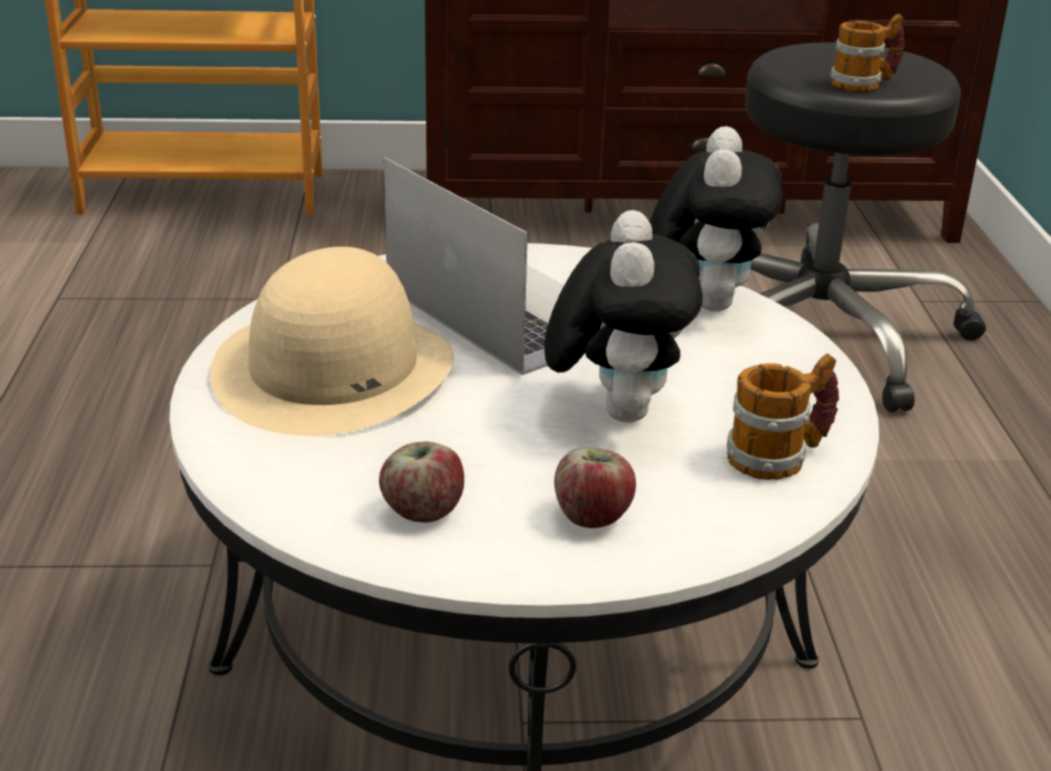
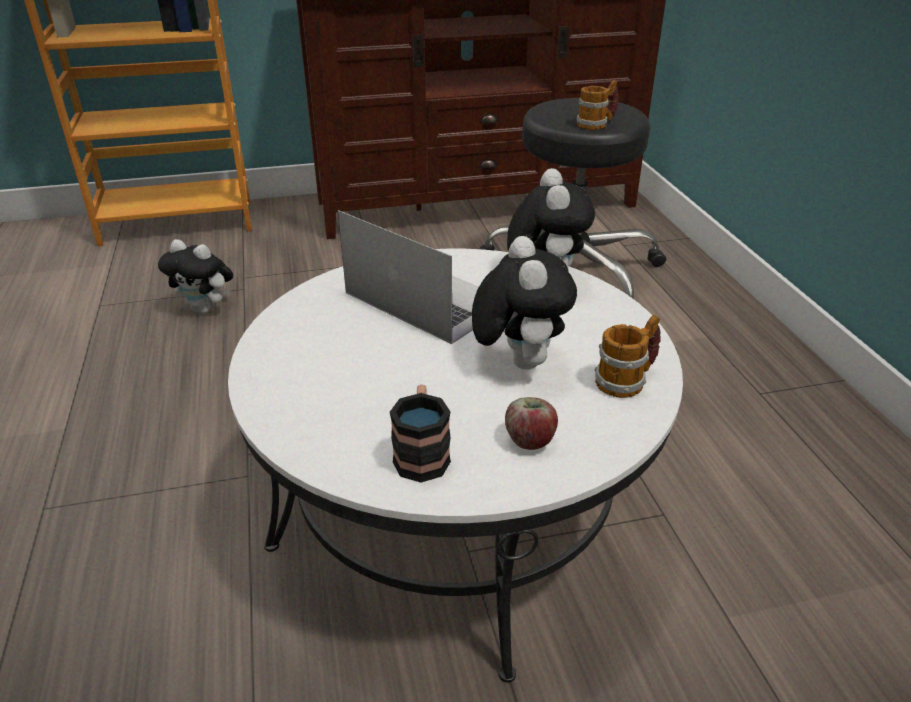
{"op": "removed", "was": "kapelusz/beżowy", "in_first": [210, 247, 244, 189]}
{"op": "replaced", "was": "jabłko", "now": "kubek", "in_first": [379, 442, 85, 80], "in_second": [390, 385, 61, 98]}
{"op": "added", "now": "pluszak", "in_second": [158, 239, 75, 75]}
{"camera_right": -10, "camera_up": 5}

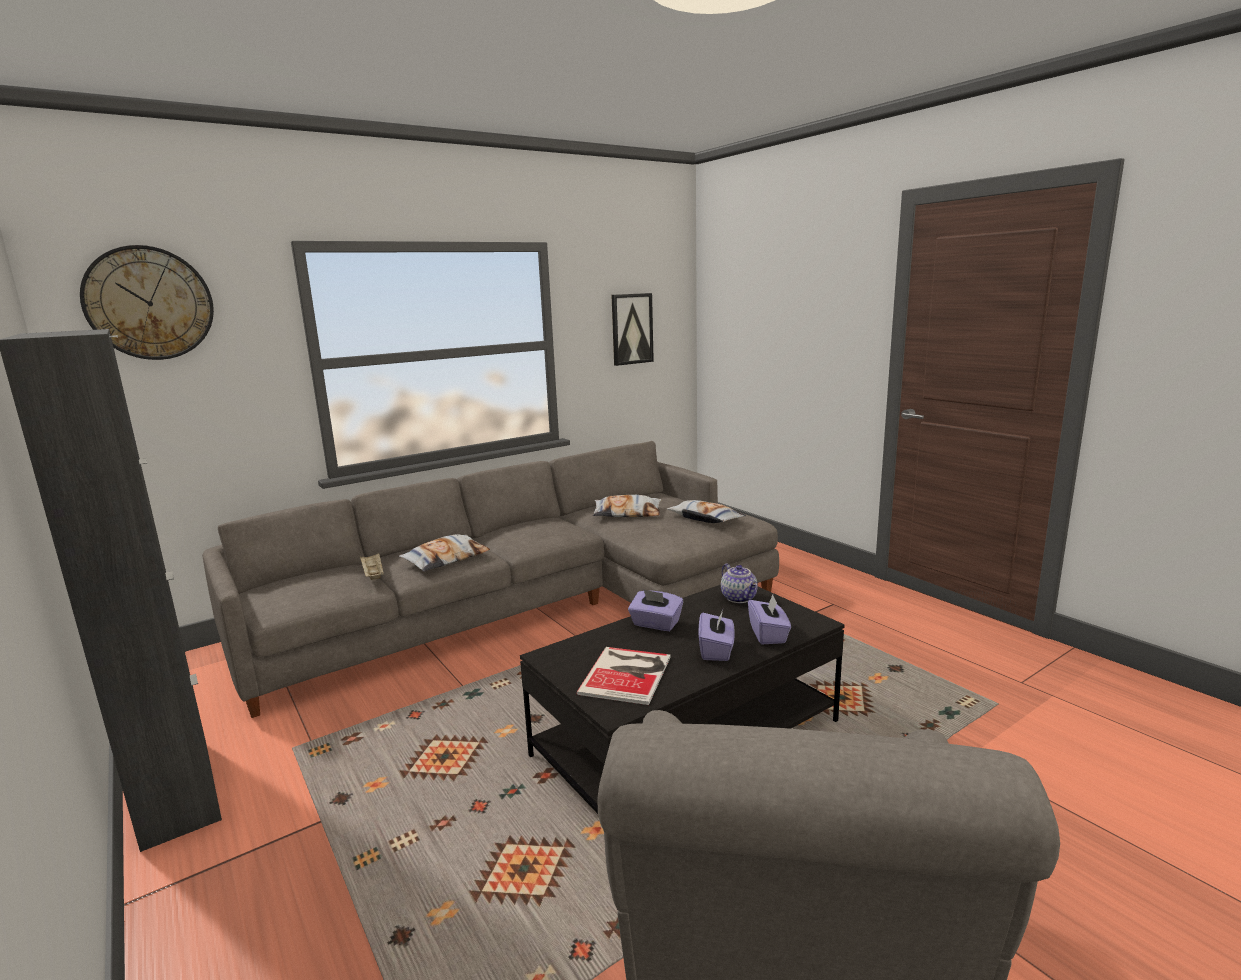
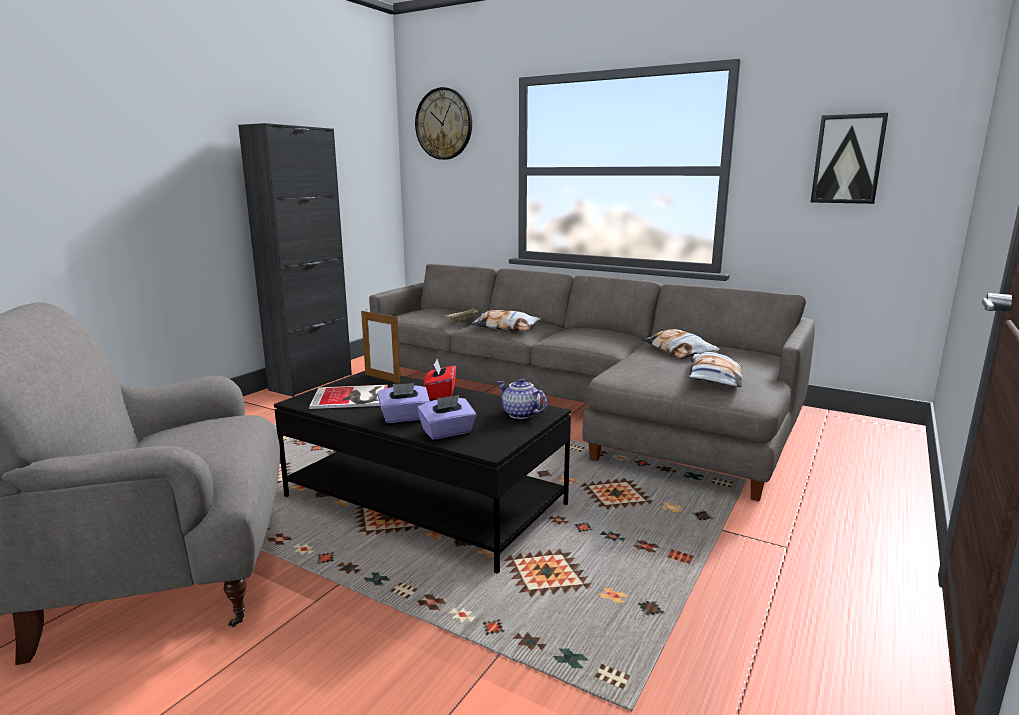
{"op": "turned", "was": "imbryk", "in_first": [721, 564, 37, 39], "in_second": [498, 378, 49, 41], "clockwise": 90}
{"op": "recoloured", "was": "pudełko chusteczek/fioletowy", "now": "pudełko chusteczek/czerwony", "in_first": [628, 589, 56, 42], "in_second": [424, 359, 32, 41]}
{"op": "added", "now": "ramka na zdjęcie", "in_second": [361, 309, 40, 74]}
{"camera_right": 65, "camera_up": 0}

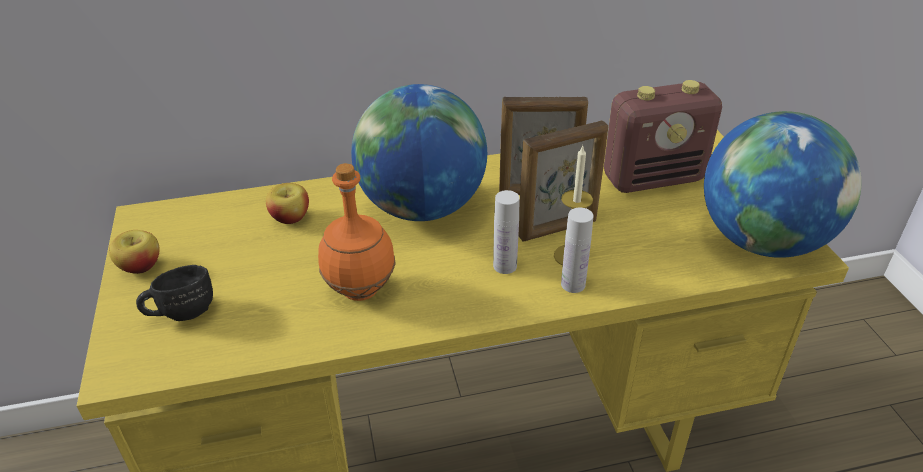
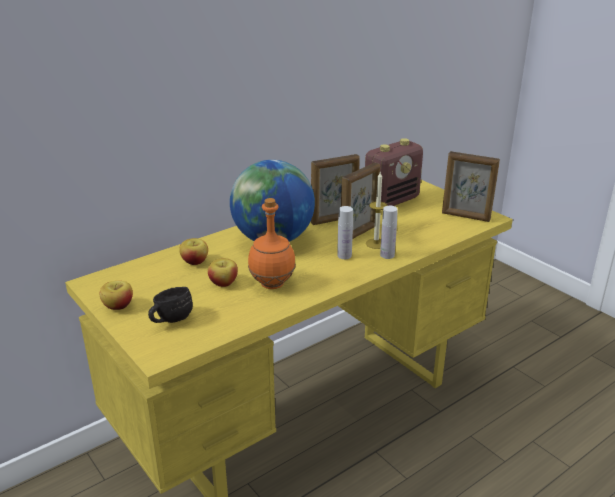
{"op": "replaced", "was": "globus", "now": "ramka na zdjęcie", "in_first": [704, 111, 158, 147], "in_second": [442, 151, 58, 71]}
{"op": "added", "now": "jabłko", "in_second": [208, 258, 30, 29]}
{"camera_right": -25, "camera_up": -10}

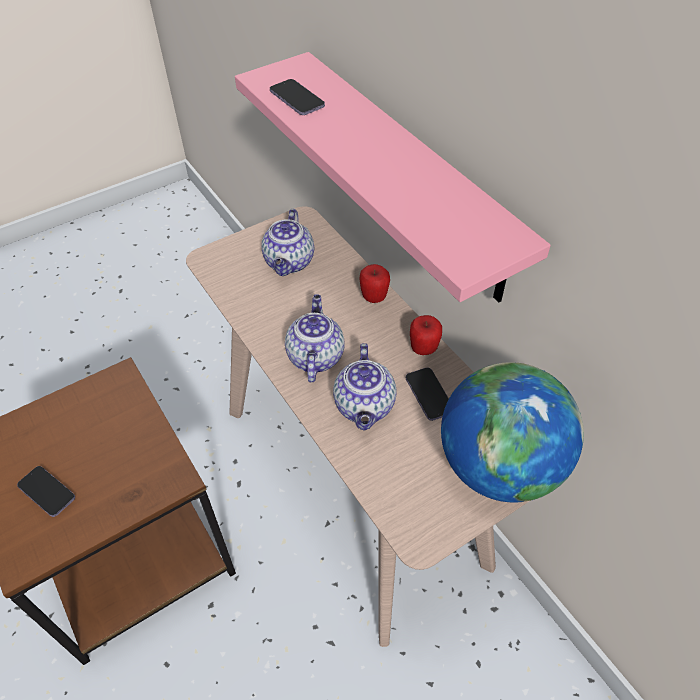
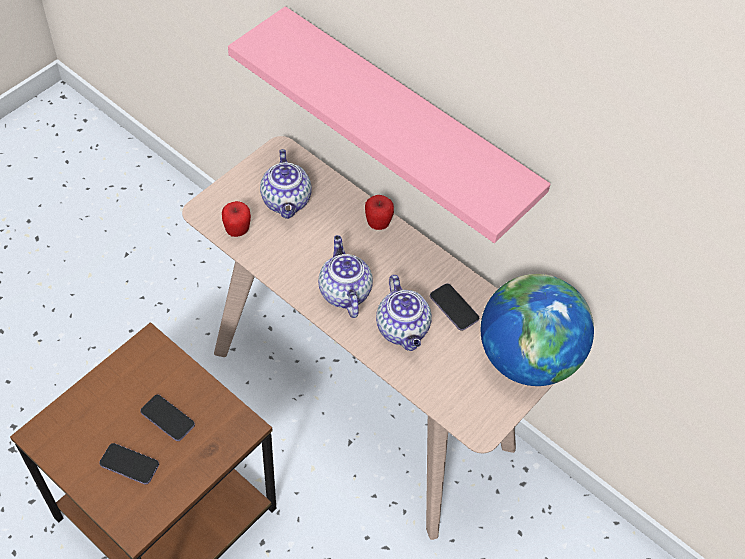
{"op": "moved", "was": "telefon", "in_first": [270, 79, 55, 36], "in_second": [140, 395, 55, 46]}
{"op": "moved", "was": "jabłko", "in_first": [410, 315, 32, 40], "in_second": [222, 201, 29, 36]}
{"camera_right": -20, "camera_up": 5}

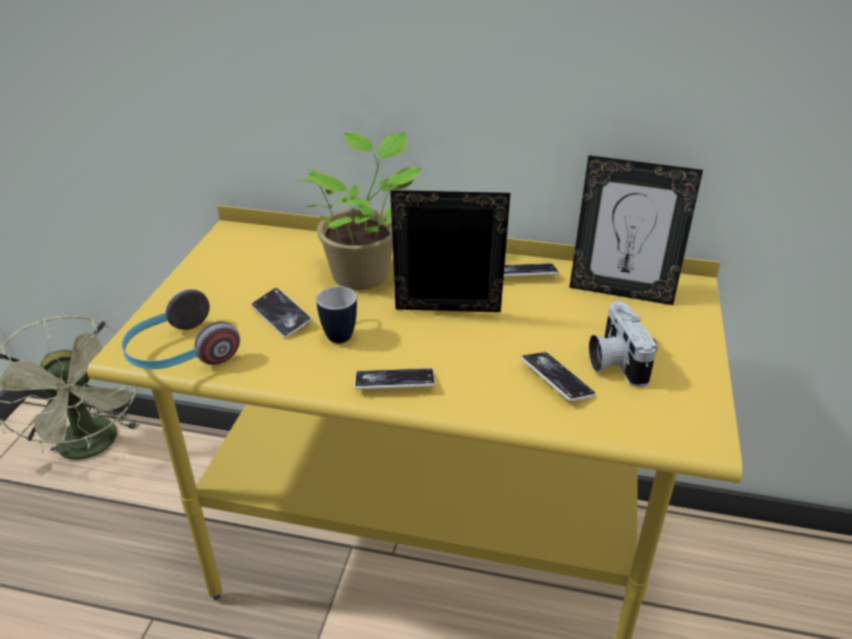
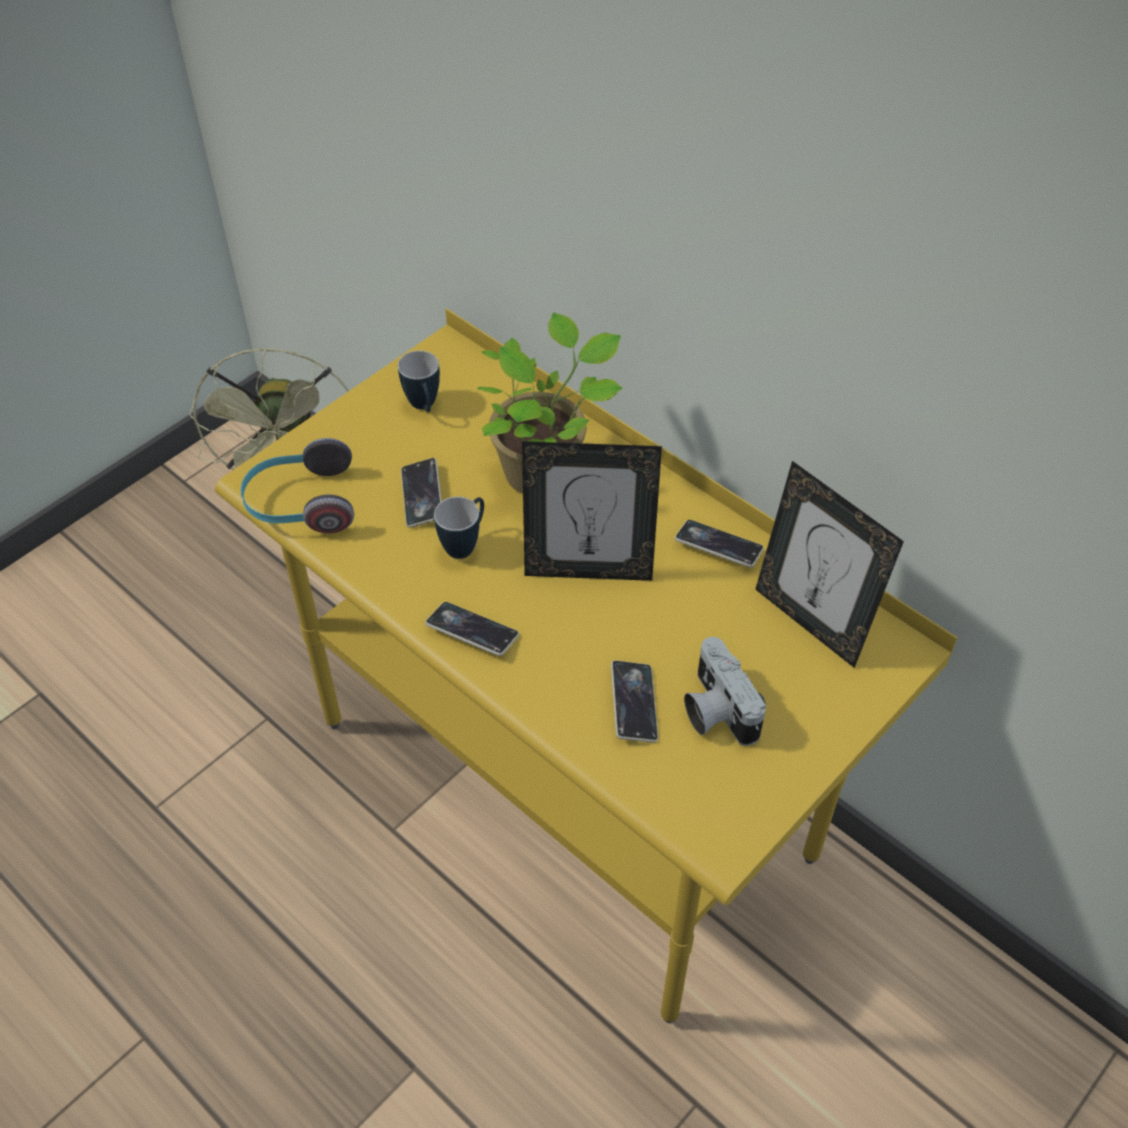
{"op": "turned", "was": "ramka na zdjęcie", "in_first": [390, 190, 120, 122], "in_second": [522, 441, 140, 140], "clockwise": 150}
{"op": "turned", "was": "aparat fotograficzny", "in_first": [589, 301, 68, 86], "in_second": [684, 637, 82, 109], "clockwise": -45}
{"op": "added", "now": "kubek", "in_second": [398, 351, 42, 61]}
{"camera_right": 30, "camera_up": 15}

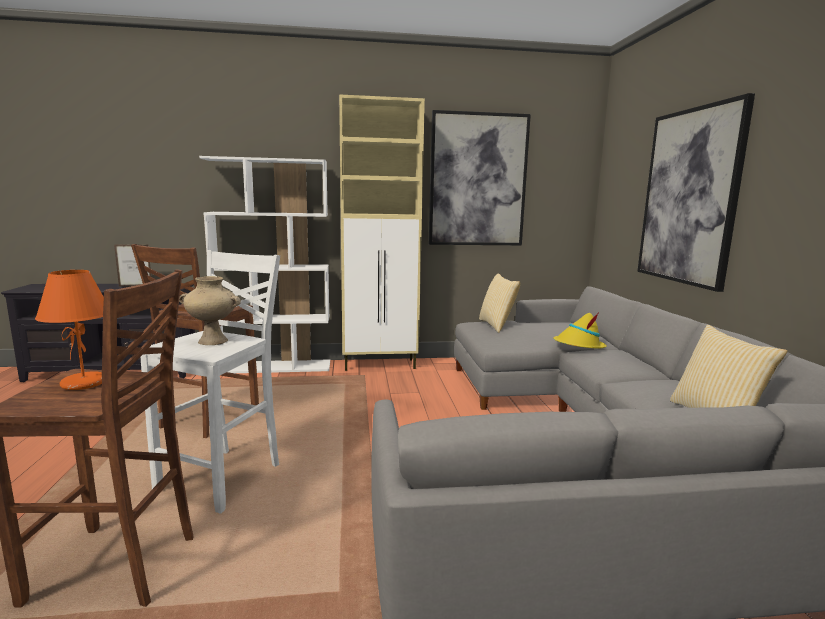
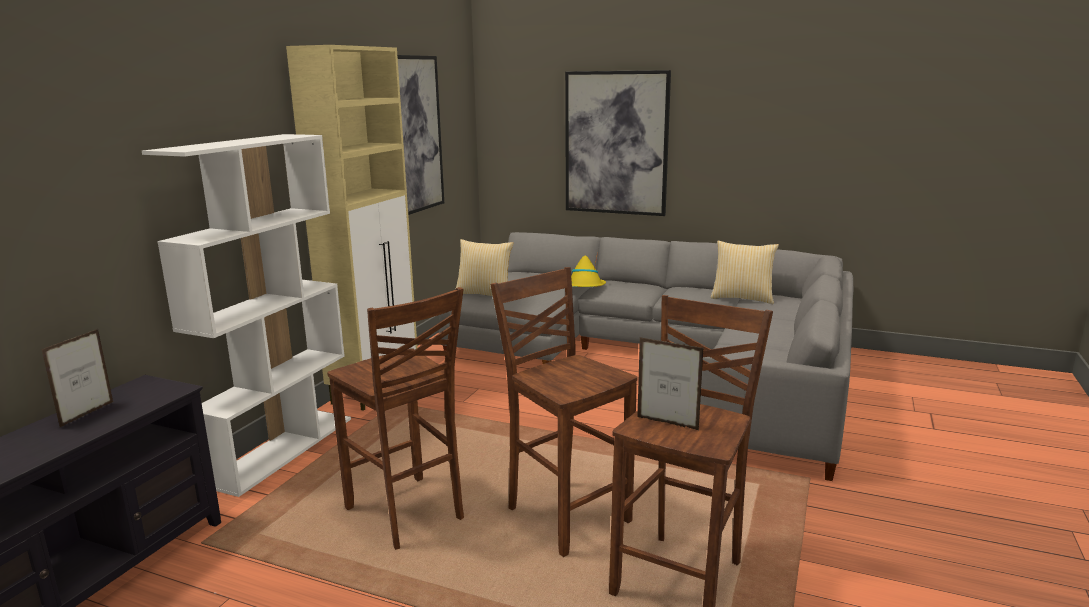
{"op": "recoloured", "was": "stołek/biały", "now": "stołek/brązowy", "in_first": [141, 250, 139, 264], "in_second": [491, 267, 146, 290]}
{"op": "replaced", "was": "lampa stołowa/pomarańczowy", "now": "ramka na zdjęcie", "in_first": [35, 270, 69, 120], "in_second": [637, 337, 67, 93]}
{"op": "removed", "was": "wazon/beżowy", "in_first": [179, 276, 62, 69]}
{"camera_right": -60, "camera_up": 5}

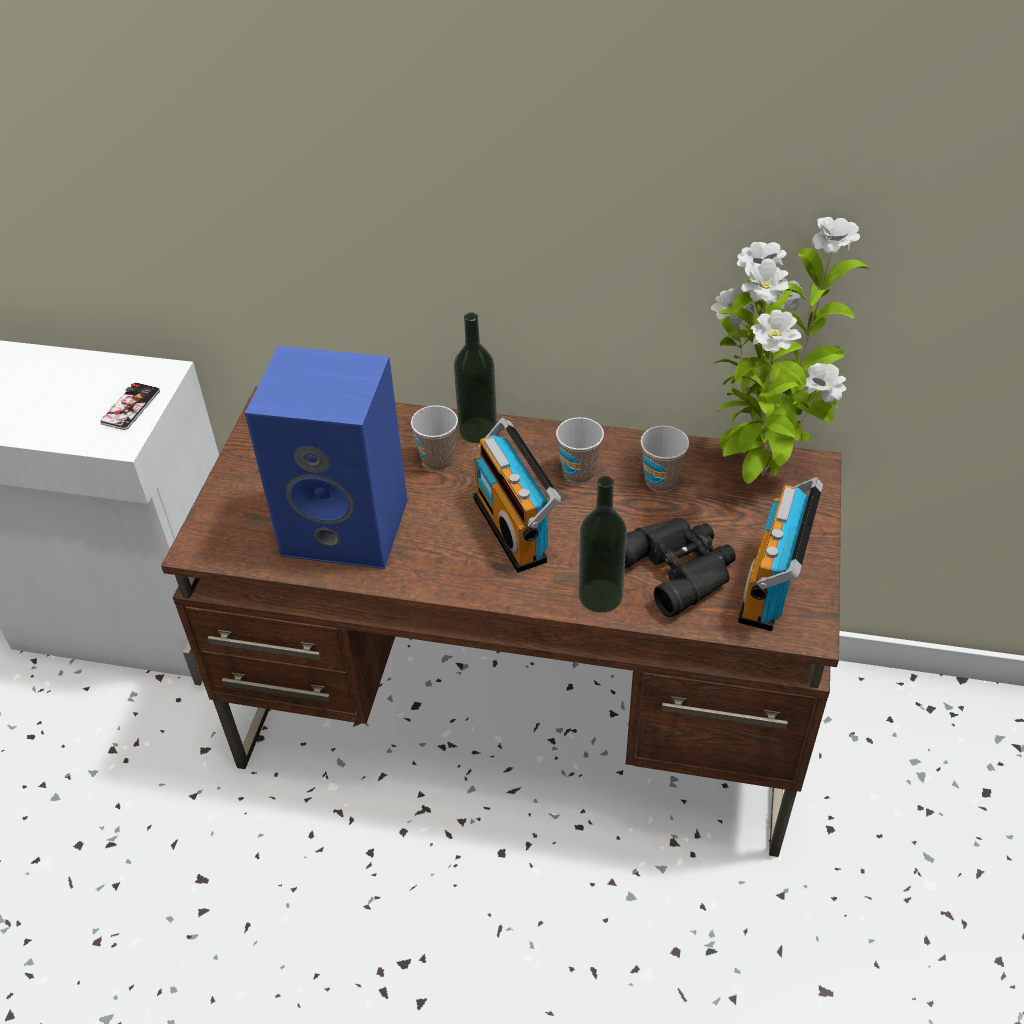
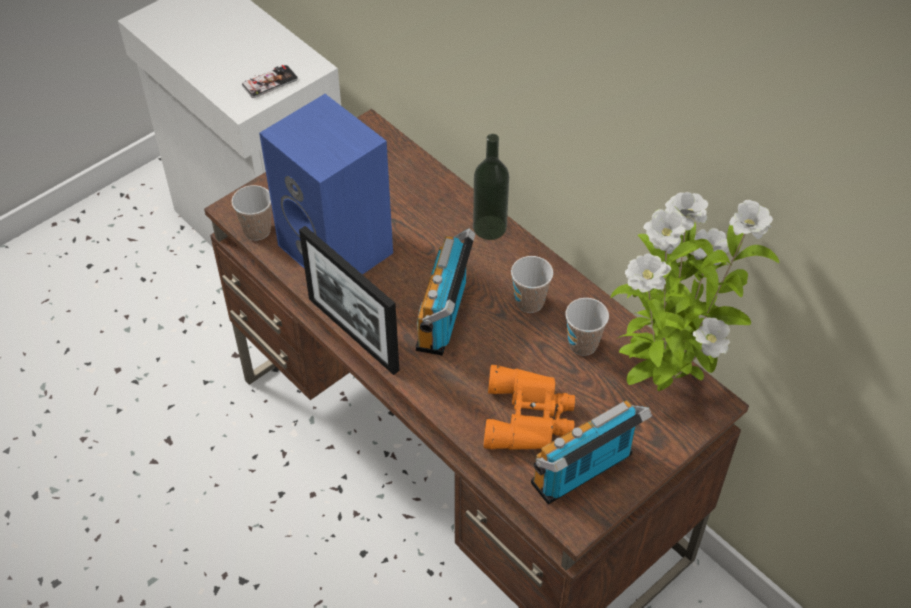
{"op": "moved", "was": "filiżanka", "in_first": [411, 405, 47, 66], "in_second": [232, 185, 39, 55]}
{"op": "removed", "was": "butelka", "in_first": [579, 476, 48, 137]}
{"op": "recoloured", "was": "lornetka/czarny", "now": "lornetka/pomarańczowy", "in_first": [625, 518, 111, 99], "in_second": [484, 365, 91, 85]}
{"op": "added", "now": "ramka na zdjęcie", "in_second": [299, 226, 100, 149]}
{"camera_right": 35, "camera_up": 5}

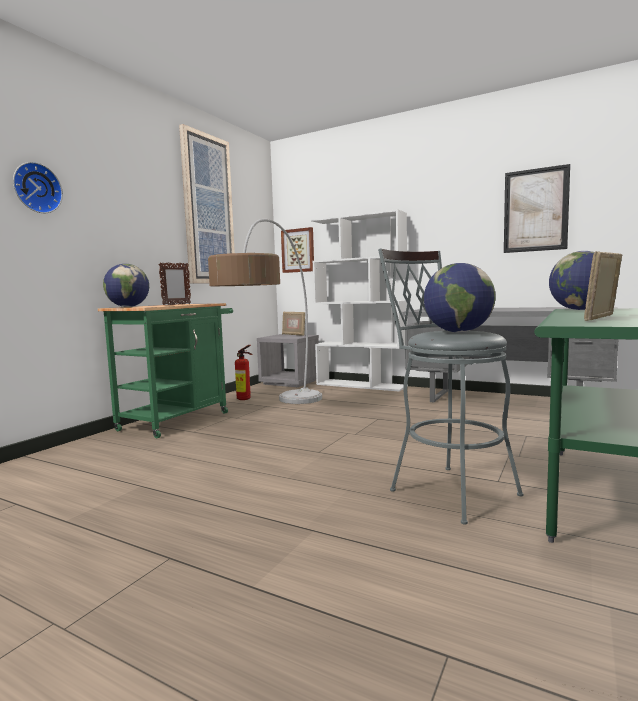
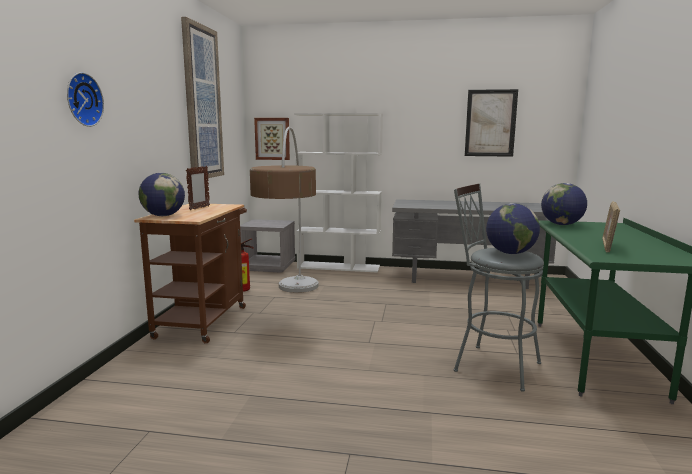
{"op": "recoloured", "was": "wózek/zielony", "now": "wózek/brązowy", "in_first": [98, 303, 135, 135], "in_second": [134, 204, 113, 140]}
{"op": "removed", "was": "ramka na zdjęcie", "in_first": [282, 312, 23, 24]}
{"camera_right": -20, "camera_up": 5}

